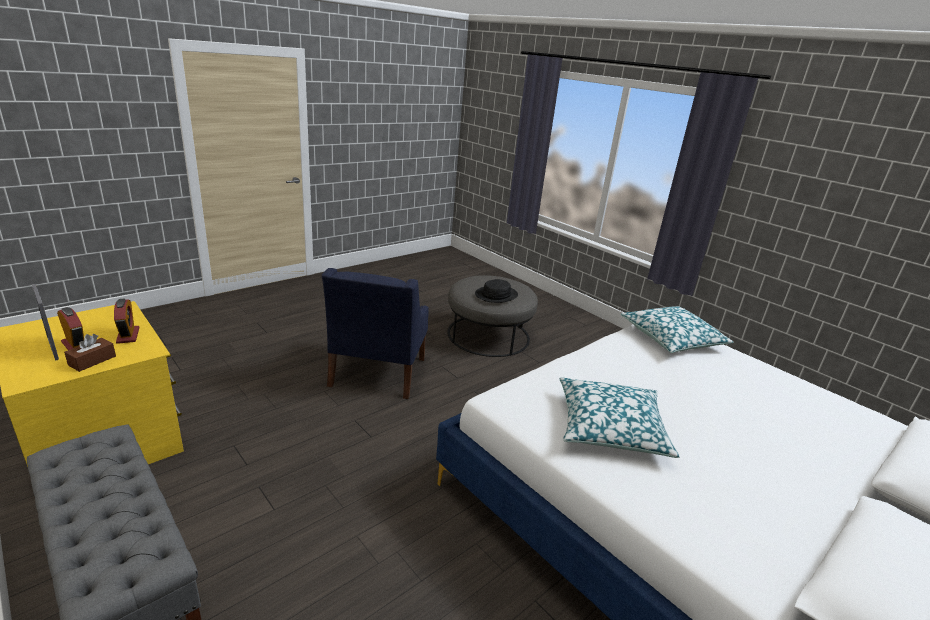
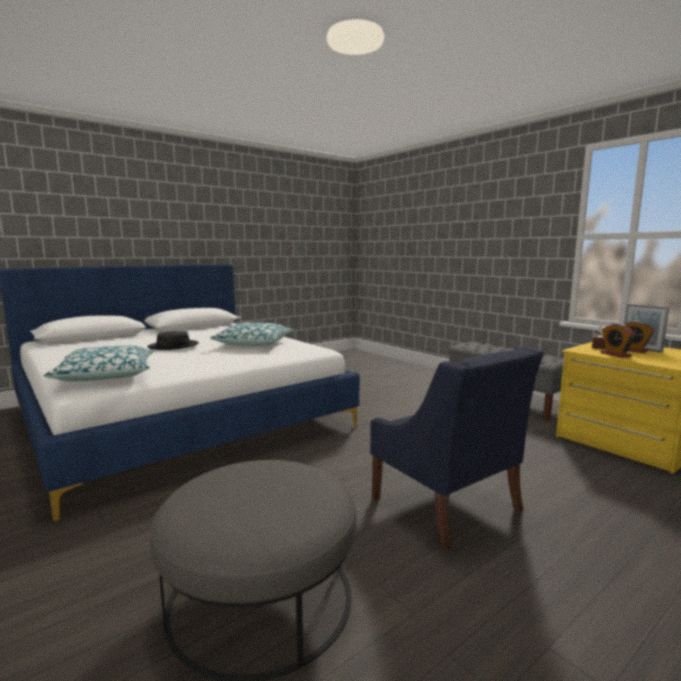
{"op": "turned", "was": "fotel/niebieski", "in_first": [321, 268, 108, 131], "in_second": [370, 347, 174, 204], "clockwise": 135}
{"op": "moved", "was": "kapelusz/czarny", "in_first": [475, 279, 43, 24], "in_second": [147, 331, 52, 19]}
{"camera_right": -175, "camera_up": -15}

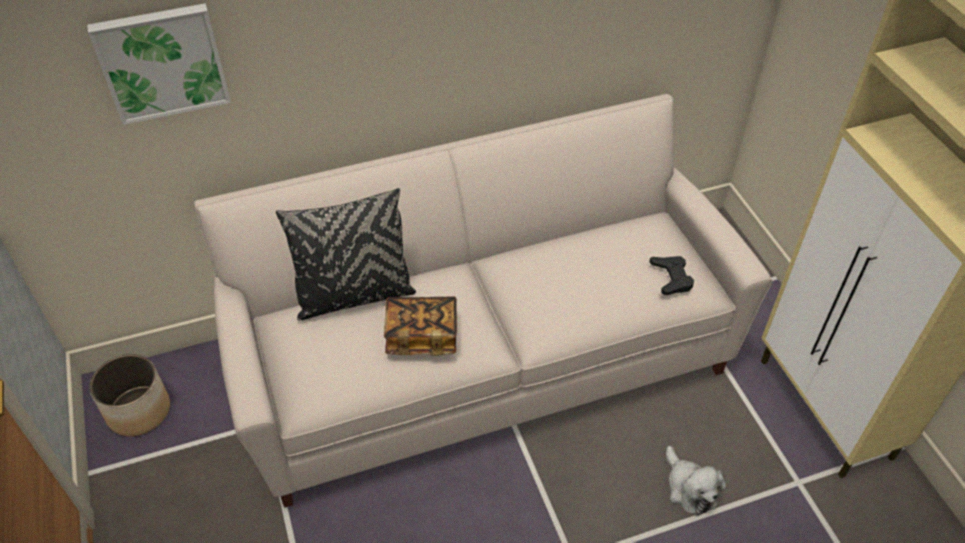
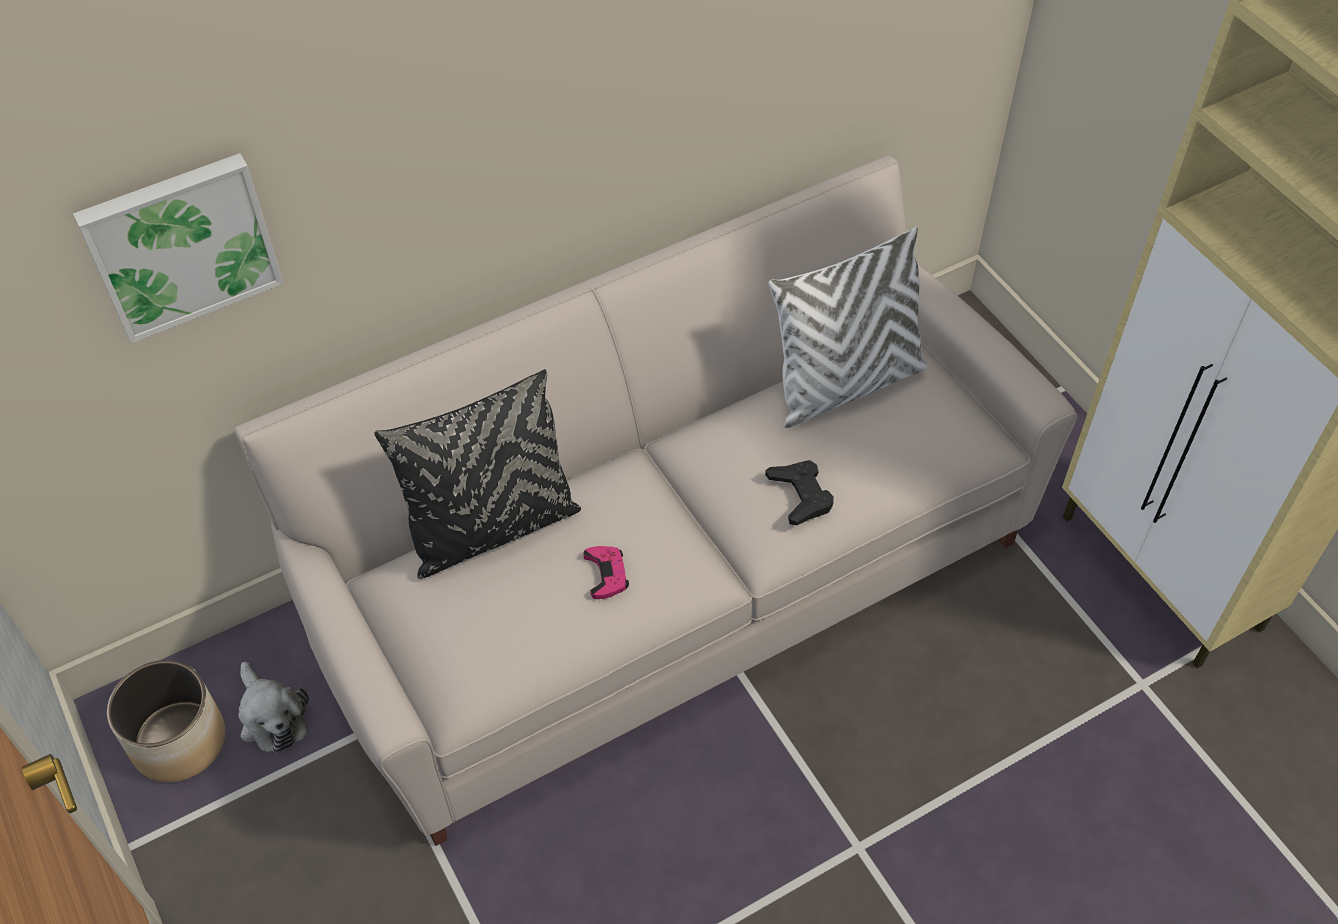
{"op": "moved", "was": "pad do gier/czarny", "in_first": [649, 256, 45, 39], "in_second": [765, 460, 69, 65]}
{"op": "replaced", "was": "książka", "now": "pad do gier/różowy", "in_first": [384, 296, 73, 60], "in_second": [584, 546, 45, 53]}
{"op": "moved", "was": "pluszak", "in_first": [666, 446, 60, 70], "in_second": [238, 662, 71, 92]}
{"op": "added", "now": "poduszka/biały", "in_second": [768, 227, 160, 201]}
{"camera_right": -10, "camera_up": 5}

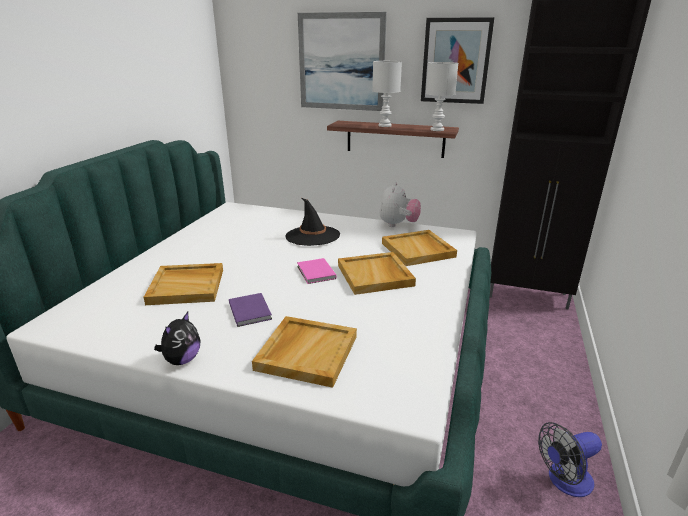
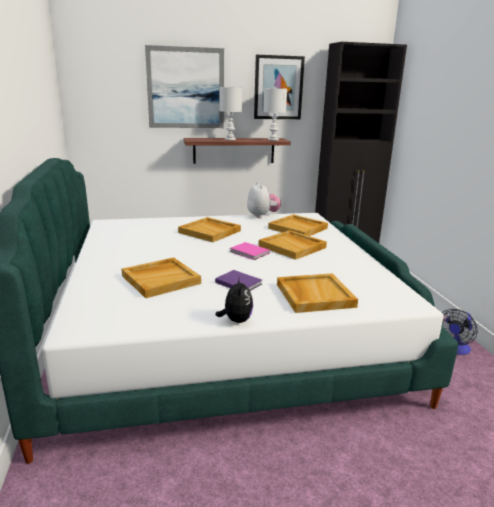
{"op": "replaced", "was": "kapelusz/czarny", "now": "taca/beżowy", "in_first": [285, 198, 55, 48], "in_second": [178, 217, 63, 25]}
{"camera_right": -30, "camera_up": -5}

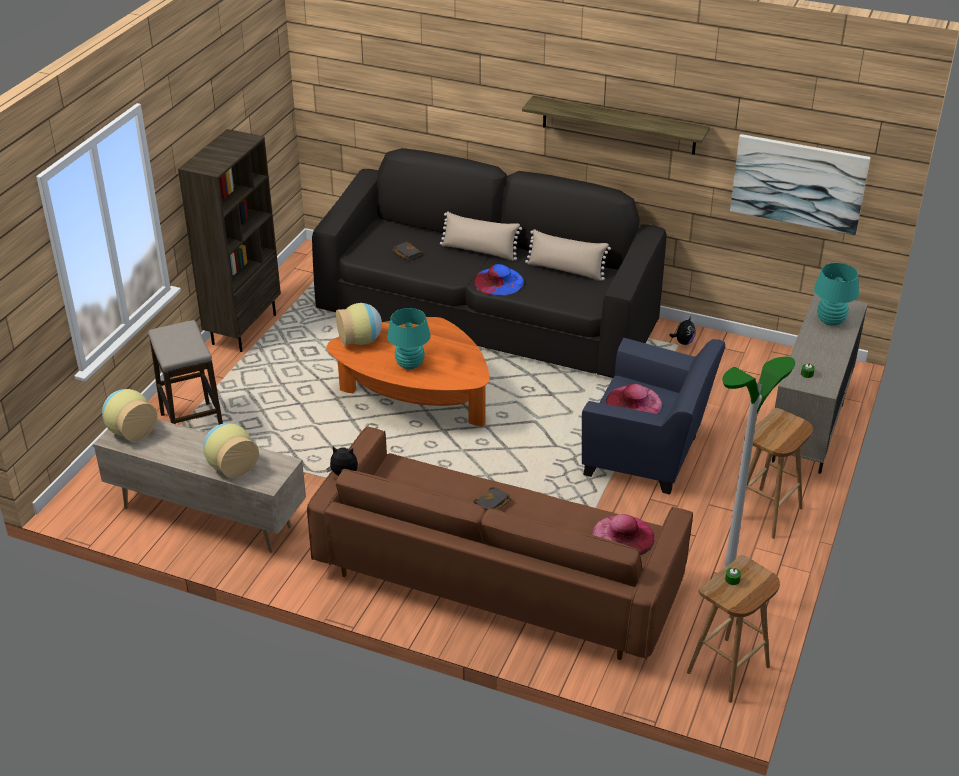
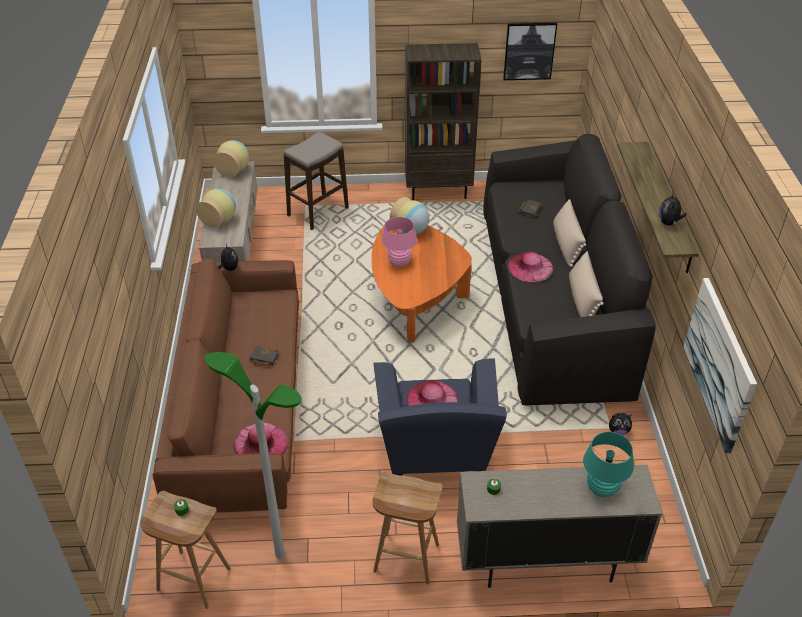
{"op": "recoloured", "was": "kapelusz/niebieski", "now": "kapelusz/różowy", "in_first": [473, 264, 51, 32], "in_second": [508, 252, 45, 30]}
{"op": "recoloured", "was": "lampa stołowa/turkusowy", "now": "lampa stołowa/różowy", "in_first": [387, 308, 44, 61], "in_second": [381, 217, 36, 50]}
{"op": "added", "now": "obraz", "in_second": [503, 23, 54, 57]}
{"op": "added", "now": "pluszak", "in_second": [659, 193, 28, 33]}
{"camera_right": 65, "camera_up": 5}

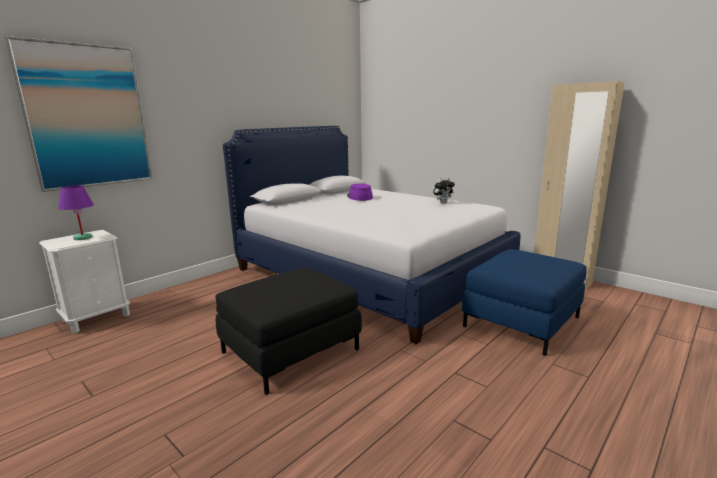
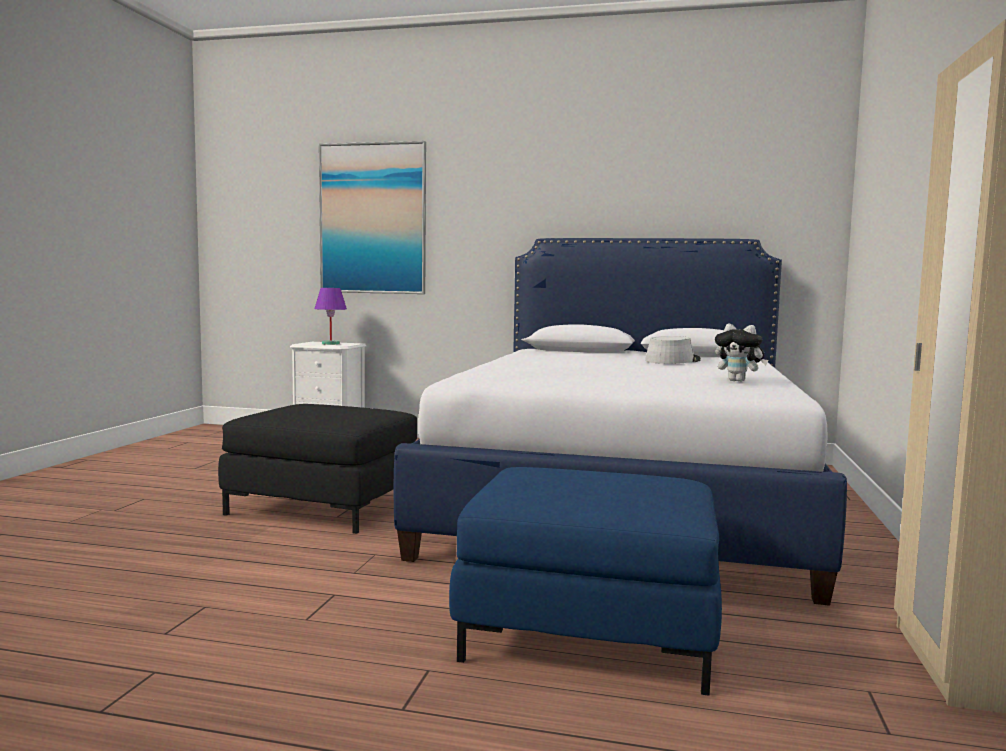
{"op": "recoloured", "was": "kapelusz/fioletowy", "now": "kapelusz/szary", "in_first": [347, 184, 26, 17], "in_second": [645, 336, 56, 28]}
{"camera_right": 60, "camera_up": -10}

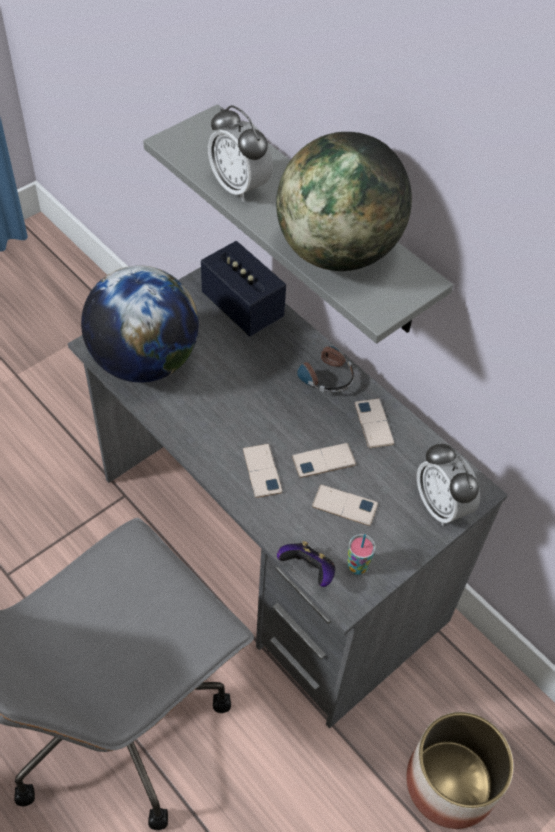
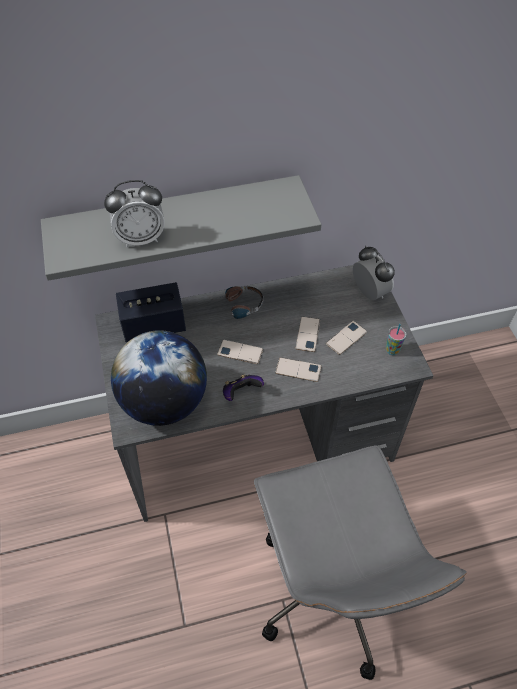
{"op": "removed", "was": "globus", "in_first": [276, 132, 136, 139]}
{"op": "moved", "was": "telefon", "in_first": [355, 398, 39, 50], "in_second": [217, 340, 46, 24]}
{"op": "turned", "was": "budzik", "in_first": [417, 442, 63, 84], "in_second": [353, 246, 42, 54], "clockwise": -120}
{"op": "moved", "was": "pad do gier", "in_first": [277, 541, 58, 46], "in_second": [223, 375, 41, 26]}
{"op": "removed", "was": "donica", "in_first": [406, 712, 108, 117]}
{"camera_right": -60, "camera_up": 0}

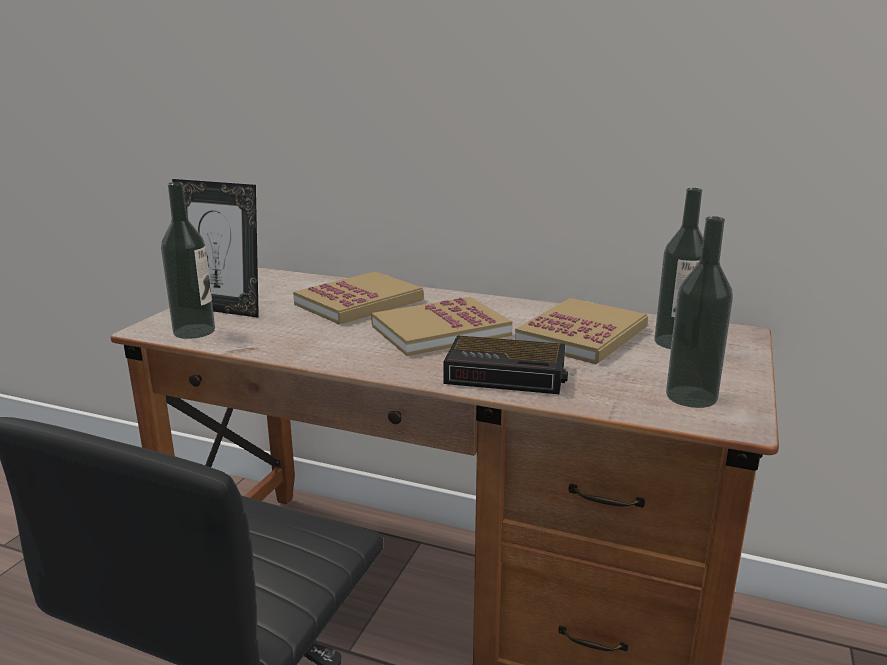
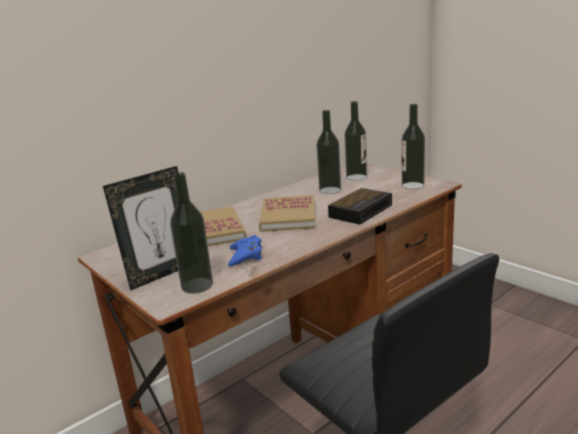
{"op": "replaced", "was": "książka", "now": "butelka", "in_first": [515, 298, 133, 66], "in_second": [317, 110, 24, 84]}
{"op": "added", "now": "pad do gier/niebieski", "in_second": [228, 235, 34, 31]}
{"camera_right": -60, "camera_up": 0}

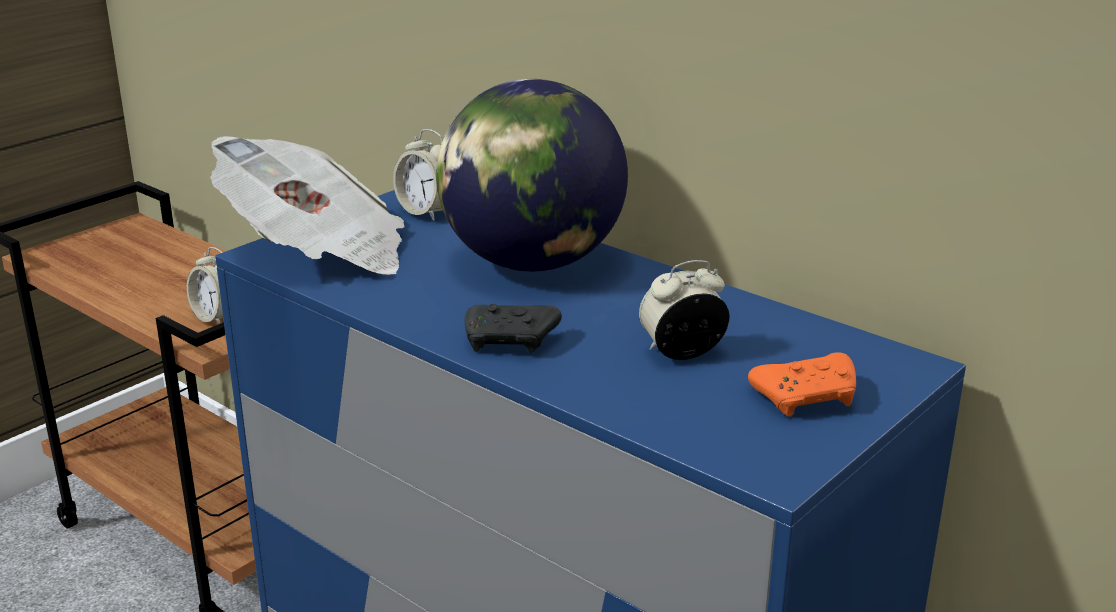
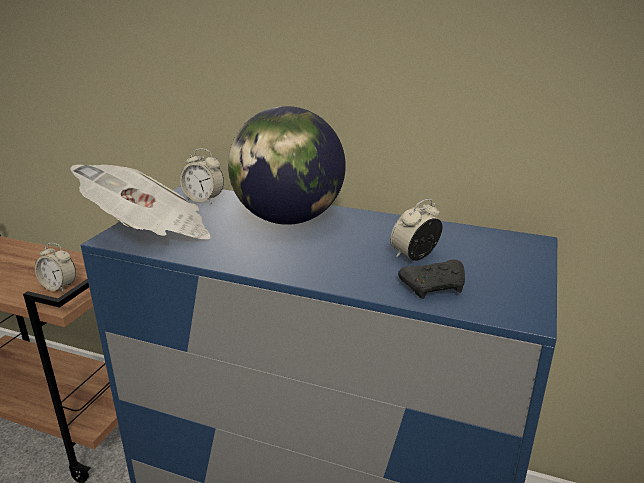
{"op": "moved", "was": "pad do gier/czarny", "in_first": [465, 304, 97, 49], "in_second": [398, 259, 67, 40]}
{"op": "removed", "was": "pad do gier/pomarańczowy", "in_first": [748, 352, 108, 65]}
{"camera_right": -20, "camera_up": 0}

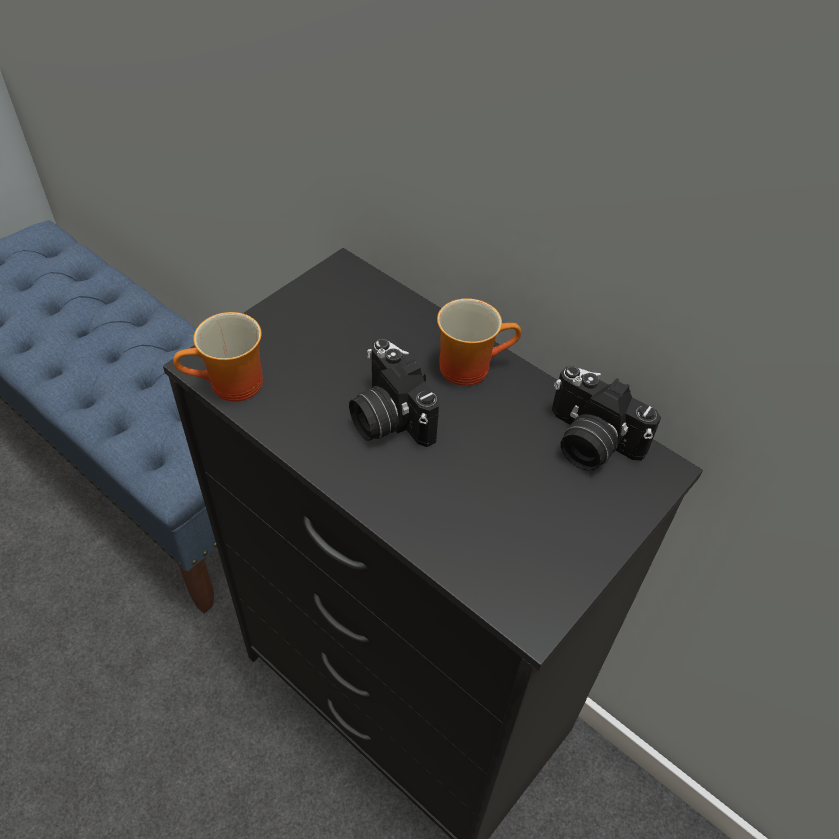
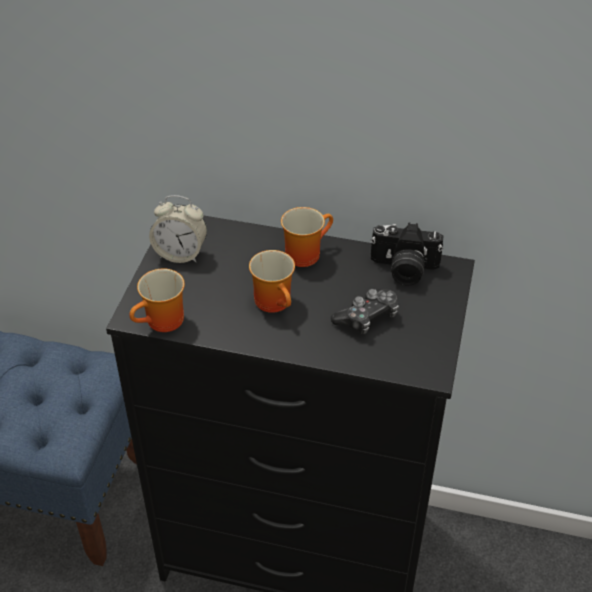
{"op": "replaced", "was": "aparat fotograficzny", "now": "kubek", "in_first": [349, 338, 90, 109], "in_second": [249, 250, 46, 63]}
{"op": "added", "now": "budzik", "in_second": [149, 195, 58, 68]}
{"op": "added", "now": "pad do gier", "in_second": [331, 289, 68, 45]}
{"camera_right": -25, "camera_up": -5}

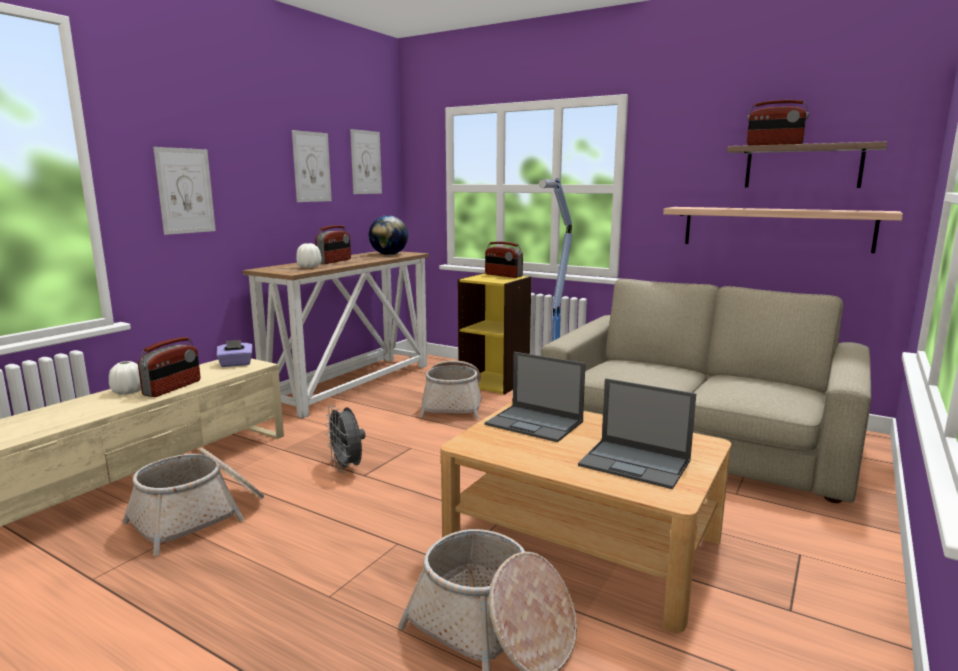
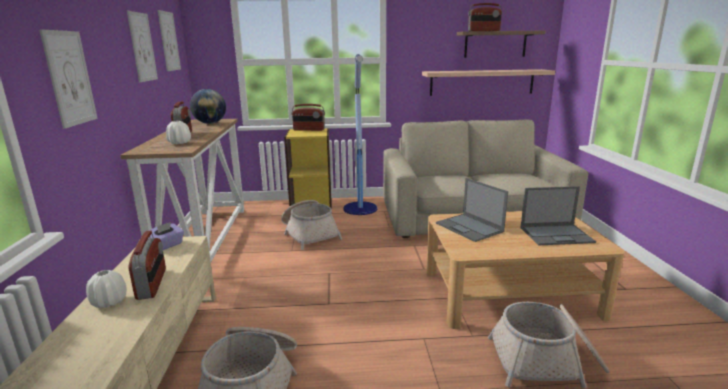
{"op": "turned", "was": "laptop", "in_first": [485, 352, 101, 90], "in_second": [436, 178, 72, 64], "clockwise": 60}
{"op": "removed", "was": "wentylator/szary", "in_first": [325, 406, 41, 67]}
{"camera_right": -35, "camera_up": 5}

